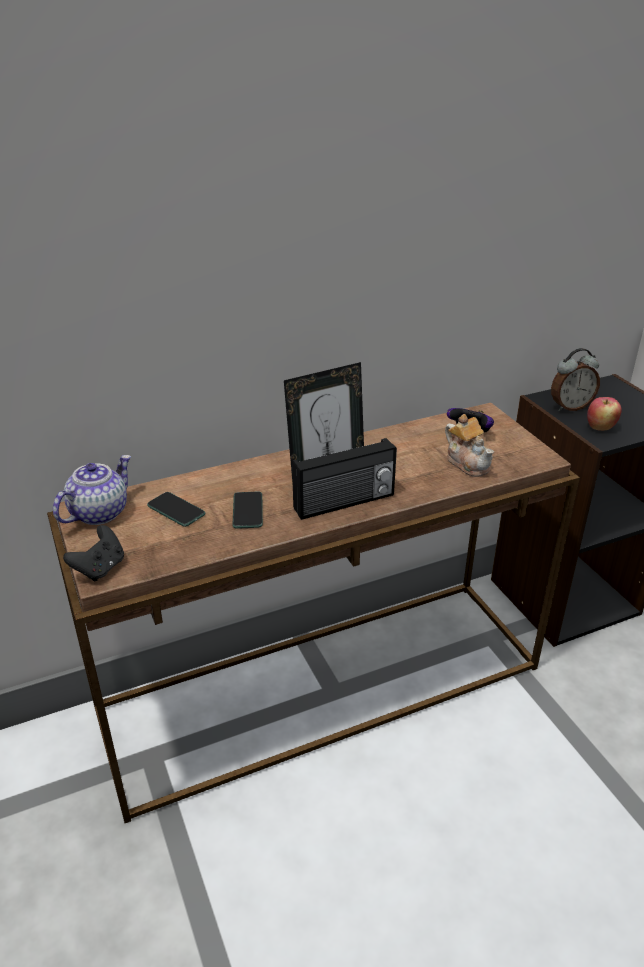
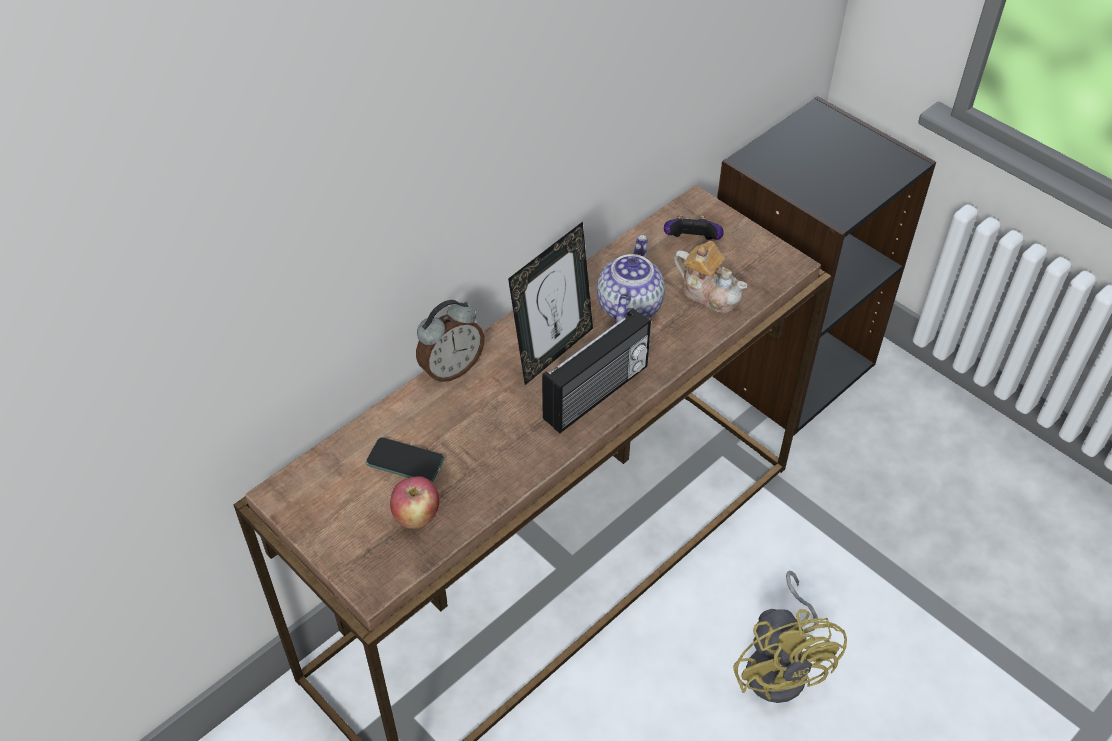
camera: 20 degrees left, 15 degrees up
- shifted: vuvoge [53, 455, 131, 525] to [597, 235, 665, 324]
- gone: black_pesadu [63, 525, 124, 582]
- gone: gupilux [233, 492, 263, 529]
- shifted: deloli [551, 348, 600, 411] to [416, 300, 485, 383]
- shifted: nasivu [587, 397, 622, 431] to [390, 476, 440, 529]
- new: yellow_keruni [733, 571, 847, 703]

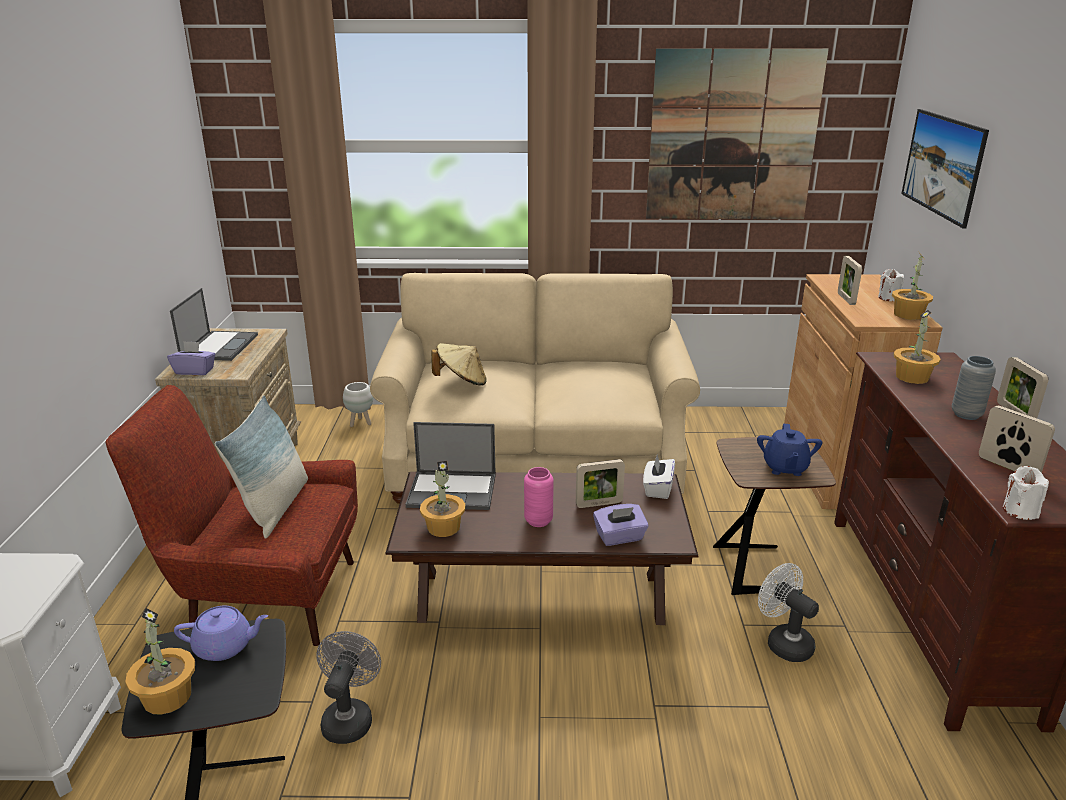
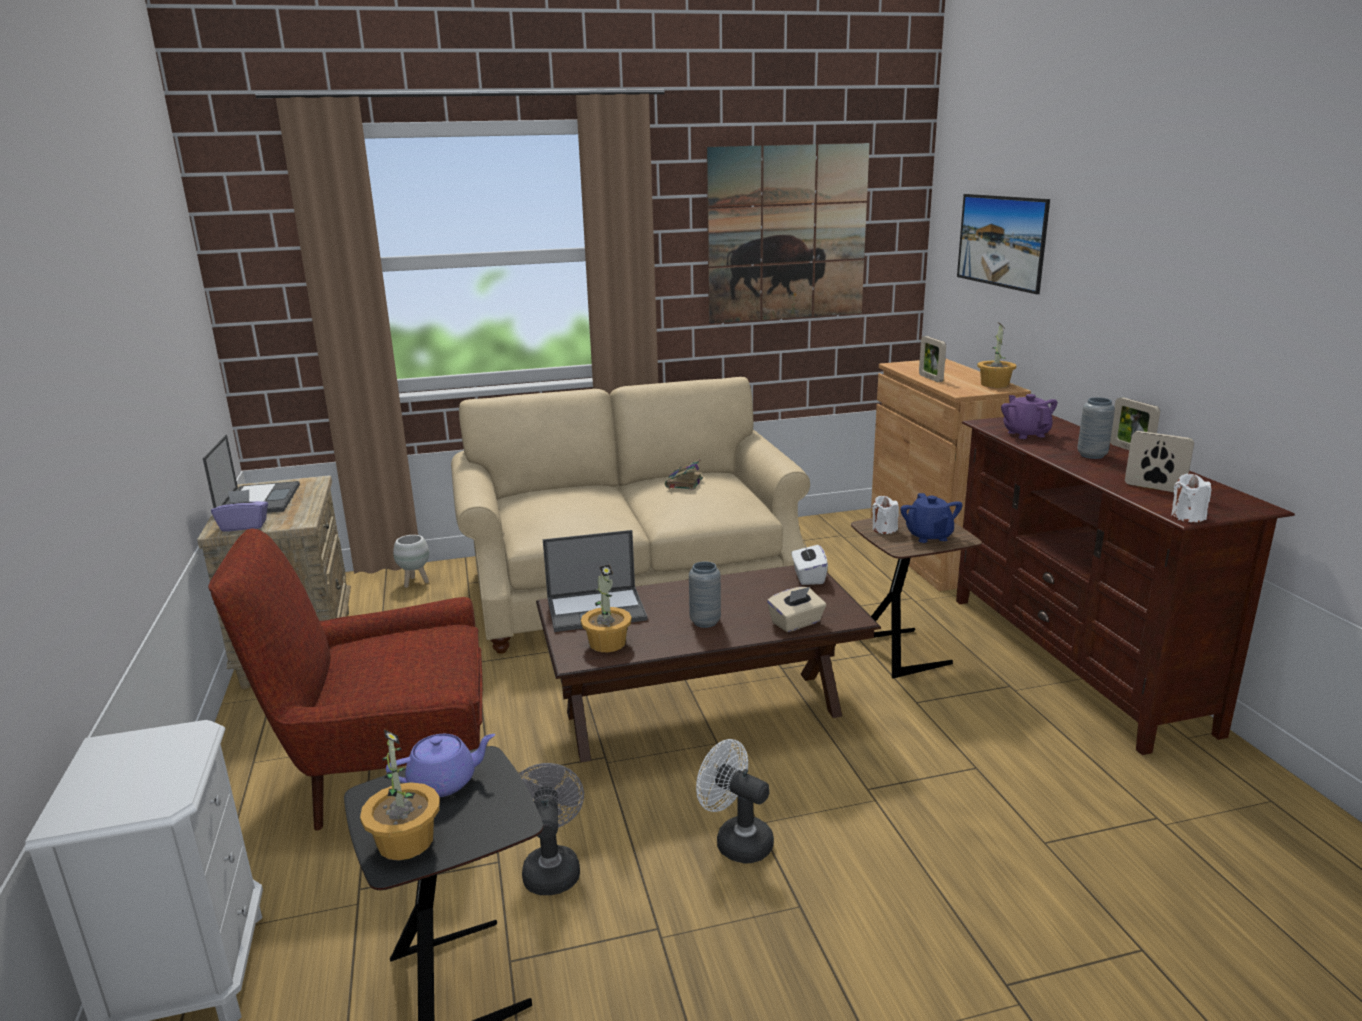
camera: 15 degrees left, 5 degrees down
- gone: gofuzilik [215, 396, 308, 539]
- gone: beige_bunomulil [431, 343, 487, 386]
- repainted: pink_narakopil [524, 467, 554, 527] to grey_narakopil [689, 561, 721, 628]
- gone: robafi [576, 459, 625, 508]
- repainted: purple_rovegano [593, 504, 649, 546] to beige_rovegano [767, 587, 826, 632]
- shifted: white_keruni [758, 563, 819, 662] to [696, 739, 774, 864]
- shifted: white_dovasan [878, 269, 904, 301] to [872, 496, 899, 534]
- swapped: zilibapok [893, 310, 941, 384] to purple_vuvoge [1001, 394, 1057, 439]
- new: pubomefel [665, 459, 703, 490]

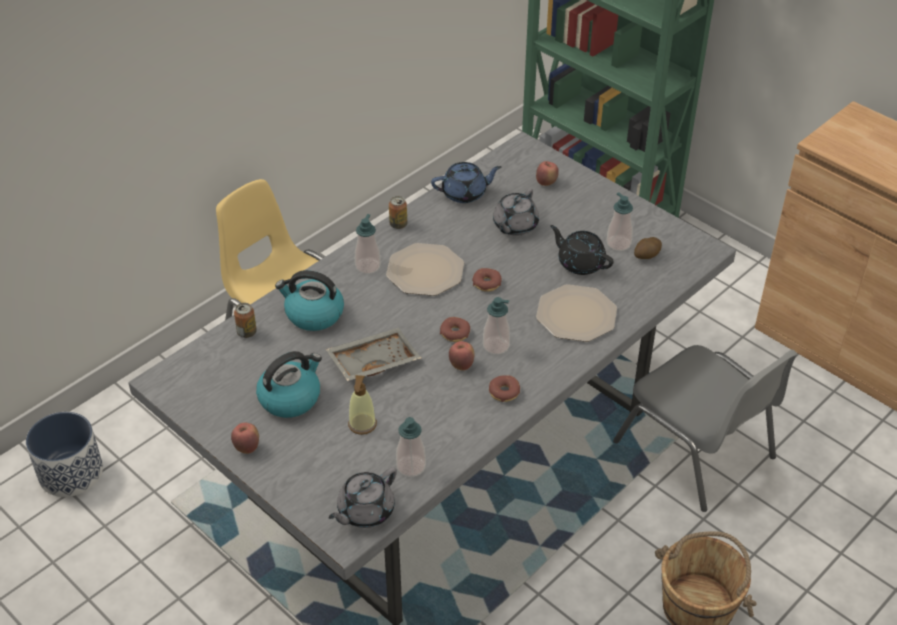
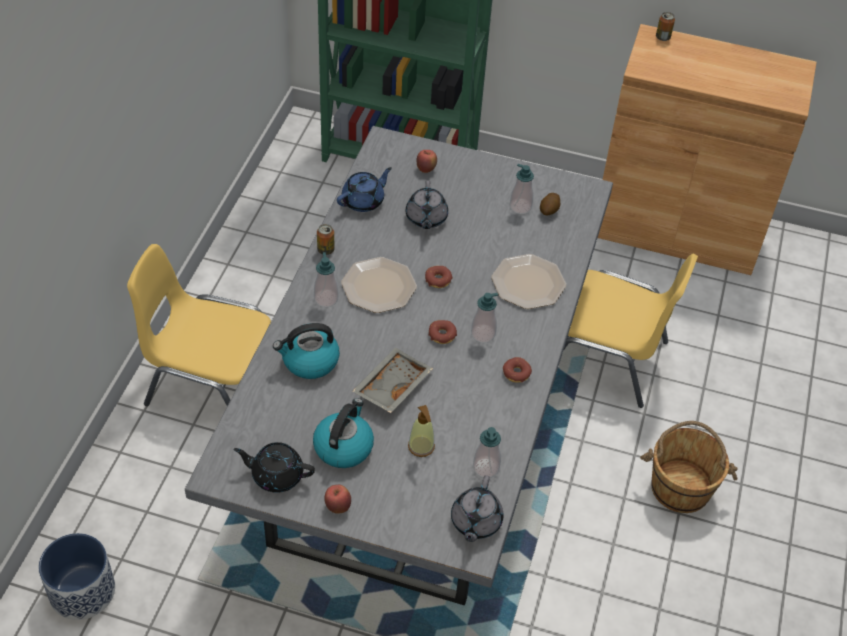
camera: 30 degrees left, 5 degrees up
- shifted: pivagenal [234, 303, 257, 338] to [656, 12, 675, 41]
- gone: nasivu [449, 341, 475, 370]
- shifted: black_vuvoge [550, 225, 614, 275] to [234, 442, 315, 493]
- repainted: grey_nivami [613, 345, 798, 512] to yellow_nivami [563, 254, 698, 408]

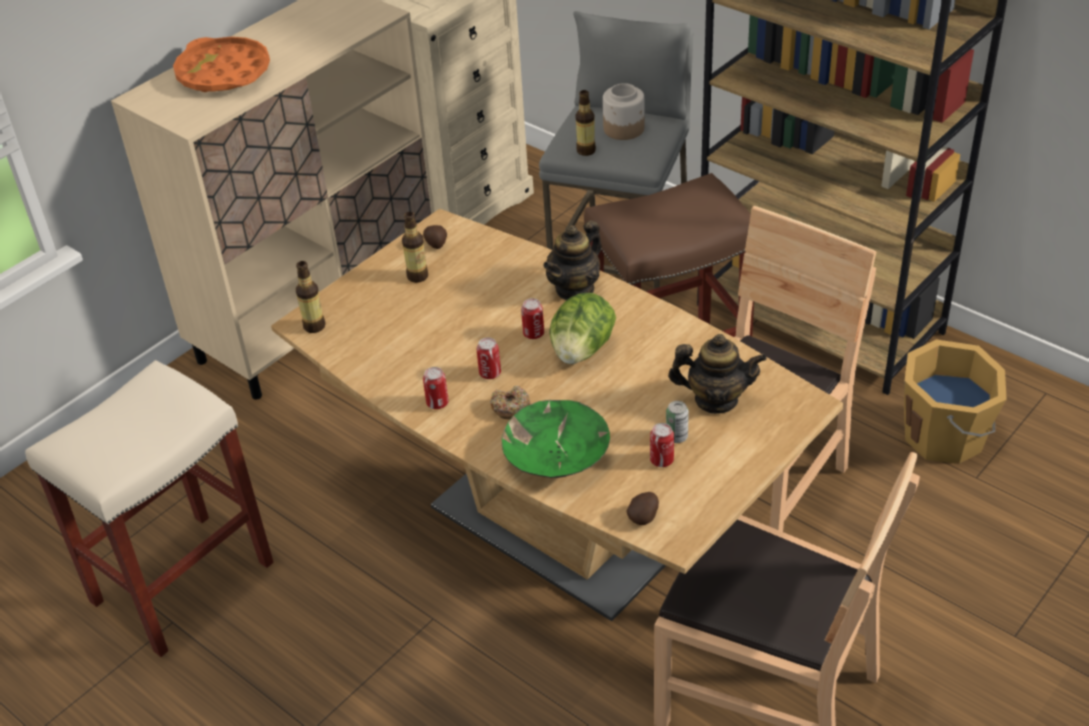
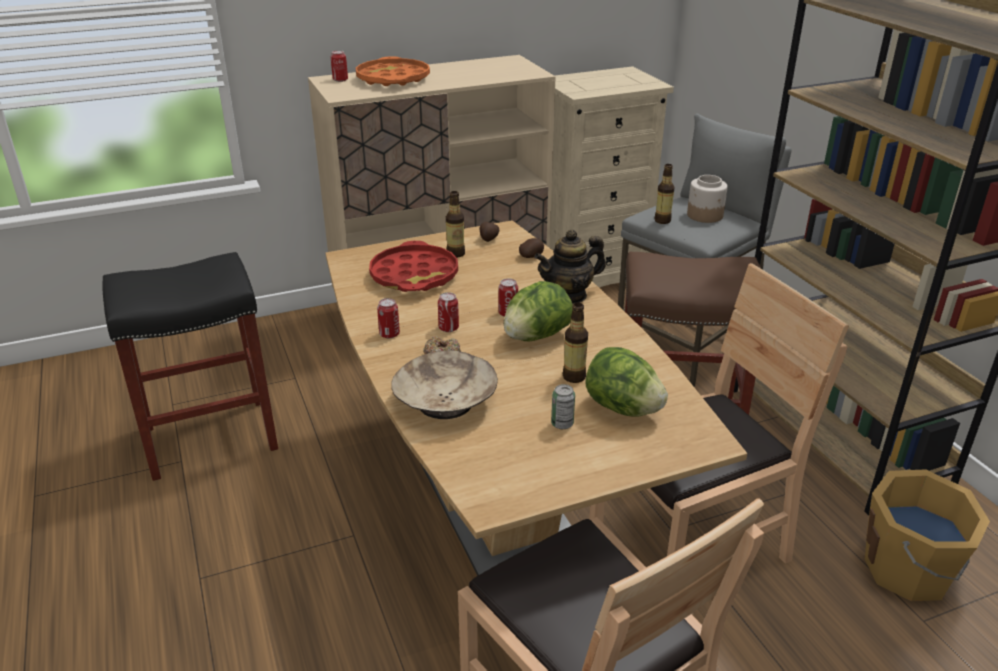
camera: 25 degrees right, 10 degrees down
- repainted: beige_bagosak [25, 360, 273, 657] to black_bagosak [102, 252, 278, 481]
- shifted: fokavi [296, 261, 325, 333] to [563, 303, 588, 383]
- repainted: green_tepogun [502, 400, 610, 478] to beige_tepogun [391, 350, 498, 419]
- shifted: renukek [626, 492, 659, 525] to [519, 238, 544, 258]
- shifted: pivagenal [650, 423, 674, 467] to [331, 50, 348, 82]
- swapped: vuvoge [668, 334, 767, 414] to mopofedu [585, 347, 668, 417]
- new: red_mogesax [369, 241, 458, 292]

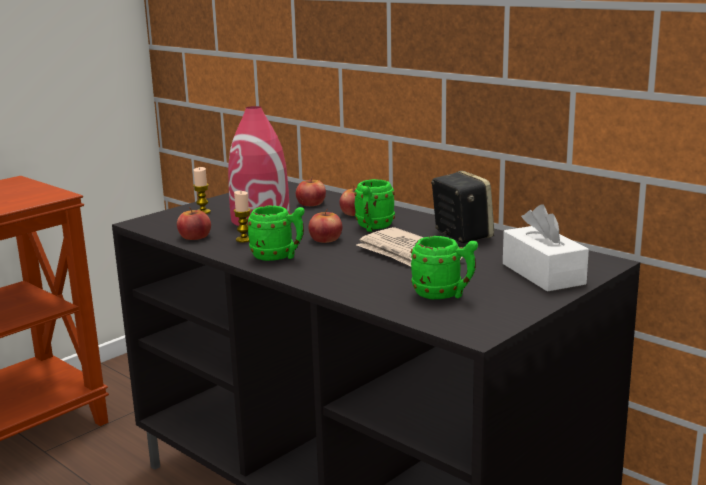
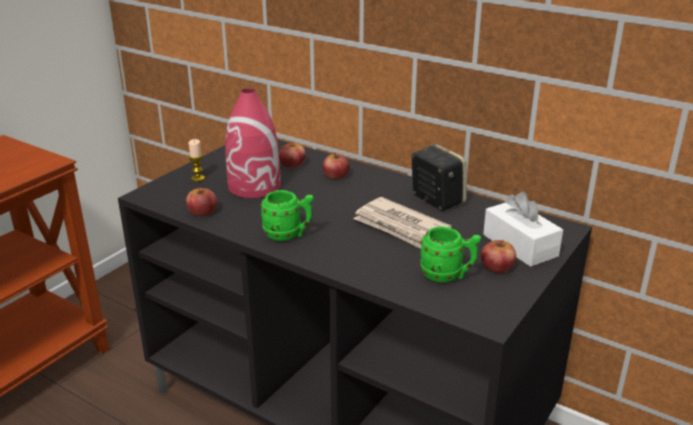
camera: 10 degrees left, 10 degrees up
- gone: dovasan [234, 191, 251, 243]
- shifted: nasivu [308, 209, 342, 243] to [481, 240, 516, 273]
- gone: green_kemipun [354, 179, 395, 232]

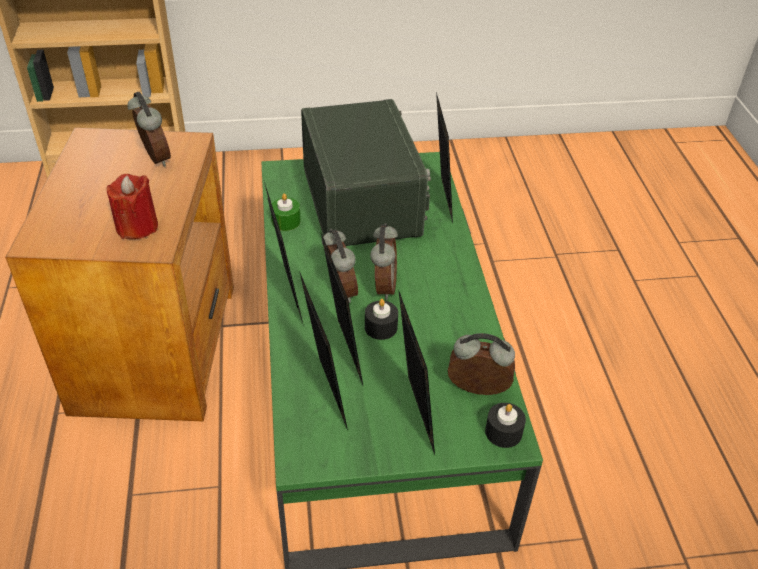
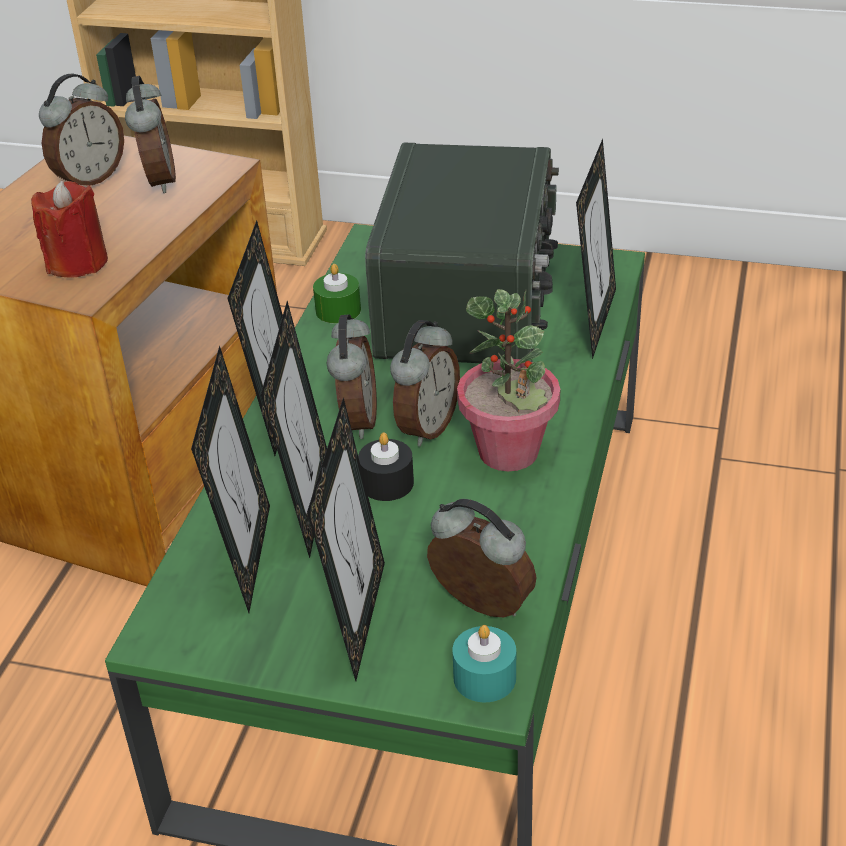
camera: 25 degrees right, 5 degrees down
- repainted: black_dovasan [485, 403, 526, 448] to turquoise_dovasan [452, 625, 516, 702]
- new: deloli [39, 74, 124, 186]
- new: zilibapok [457, 289, 560, 471]

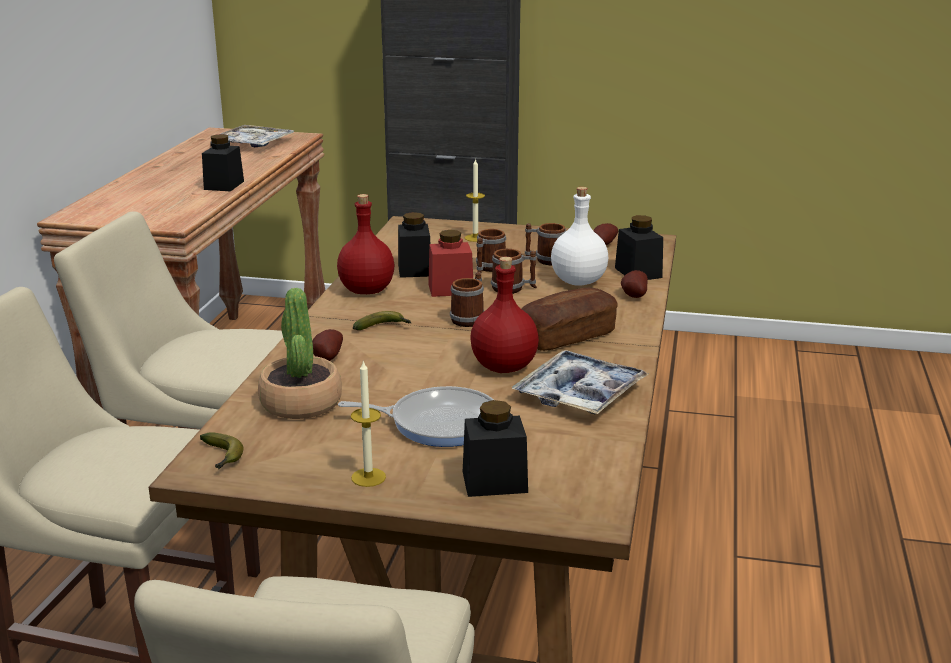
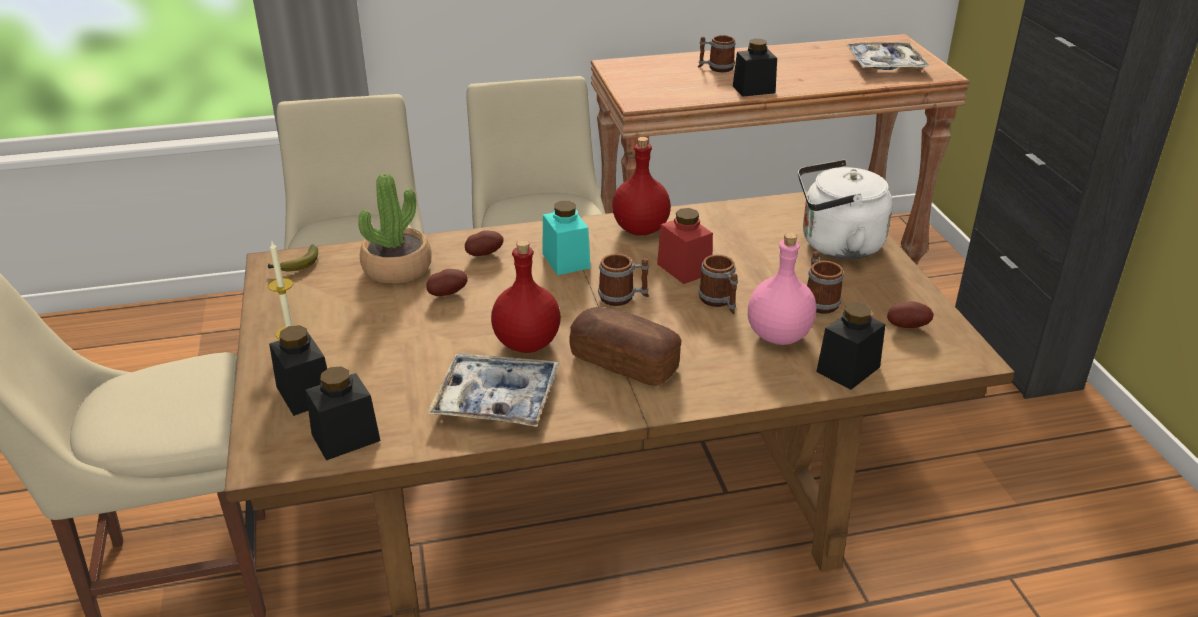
camera: 65 degrees right, 10 degrees up
- gone: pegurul [338, 386, 494, 447]
- swapped: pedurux [353, 311, 411, 330] to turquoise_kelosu [542, 201, 591, 275]
- shifted: black_kelosu [398, 212, 430, 278] to [306, 366, 381, 460]
- swapped: dovasan [465, 158, 485, 242] to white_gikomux [798, 159, 893, 259]
- shifted: kemipun [476, 229, 506, 273] to [698, 35, 736, 72]
- repainted: white_fokavi [551, 187, 608, 286] to pink_fokavi [748, 233, 816, 345]
- shifted: renukek [621, 270, 648, 298] to [426, 269, 468, 296]

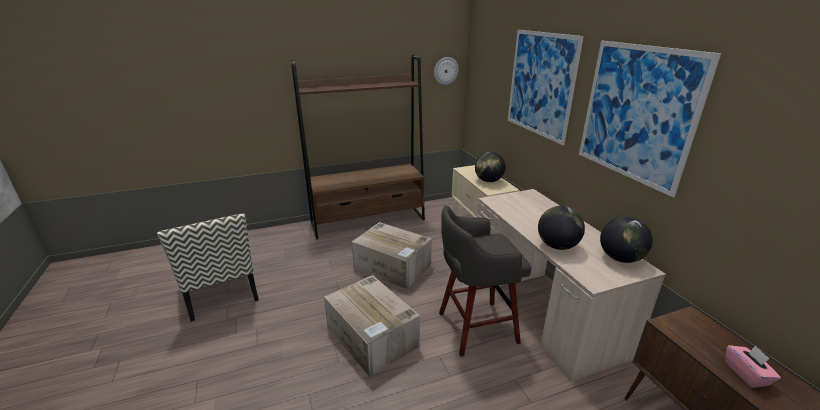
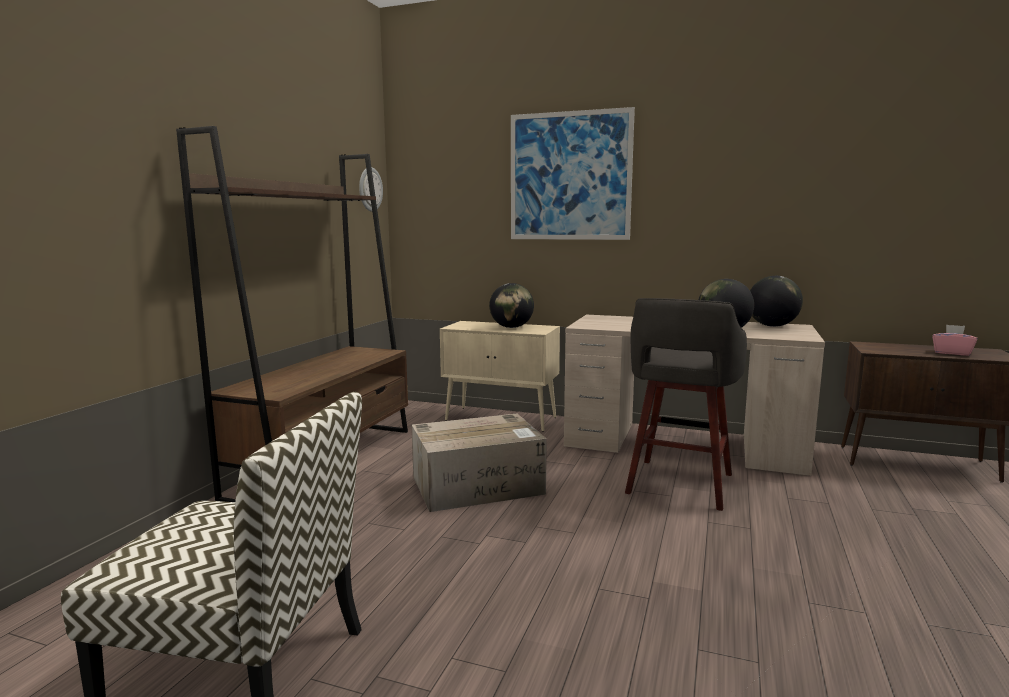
camera: 50 degrees left, 15 degrees down
- gone: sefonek [324, 275, 420, 377]
- gone: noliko [579, 41, 721, 197]

